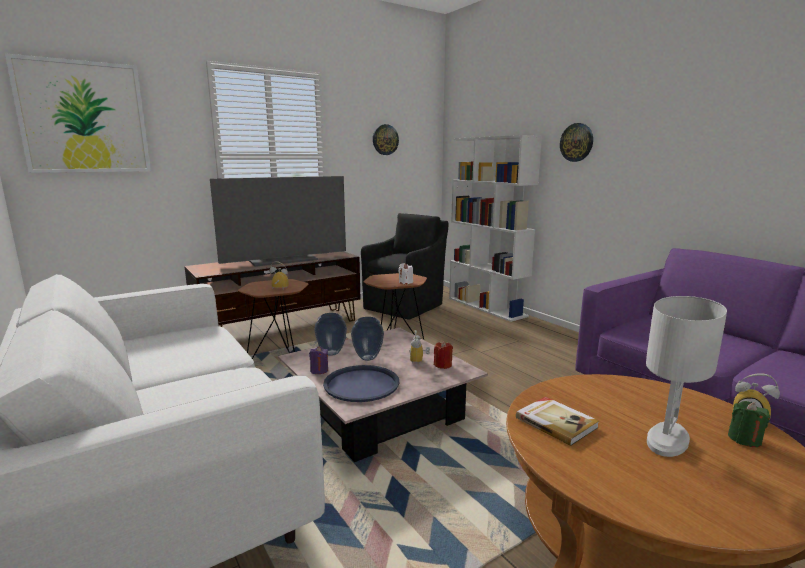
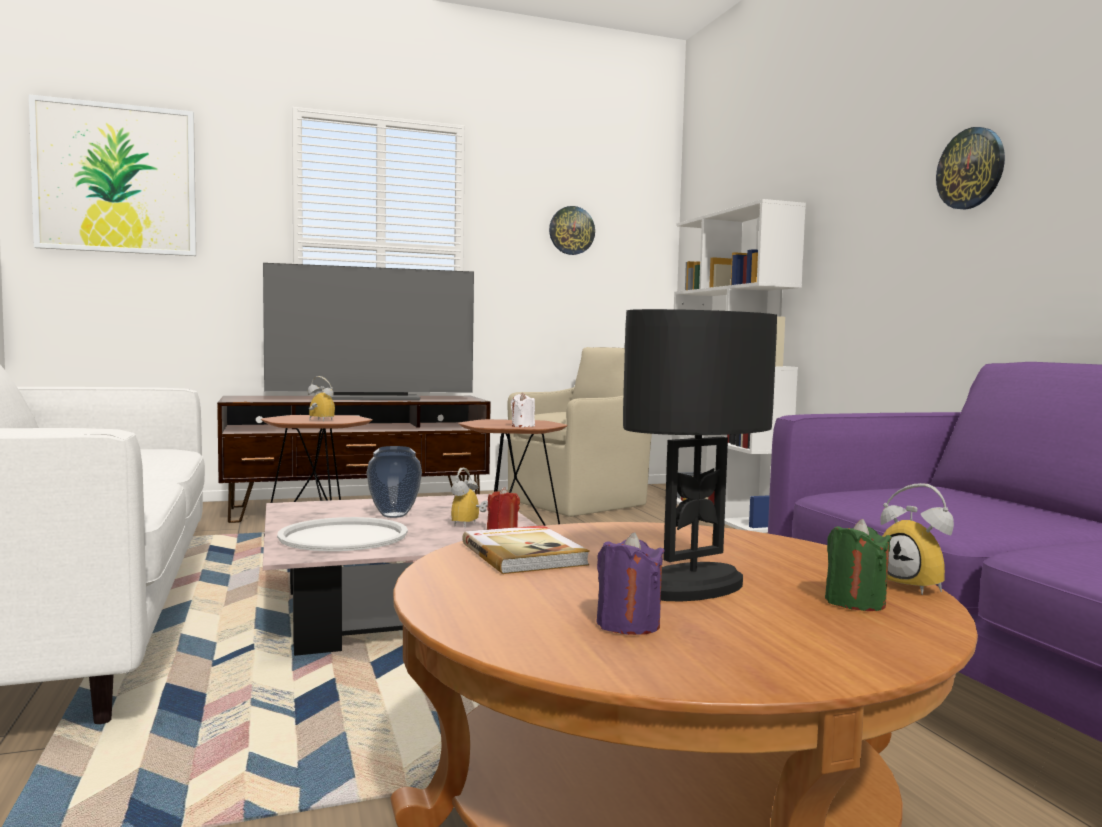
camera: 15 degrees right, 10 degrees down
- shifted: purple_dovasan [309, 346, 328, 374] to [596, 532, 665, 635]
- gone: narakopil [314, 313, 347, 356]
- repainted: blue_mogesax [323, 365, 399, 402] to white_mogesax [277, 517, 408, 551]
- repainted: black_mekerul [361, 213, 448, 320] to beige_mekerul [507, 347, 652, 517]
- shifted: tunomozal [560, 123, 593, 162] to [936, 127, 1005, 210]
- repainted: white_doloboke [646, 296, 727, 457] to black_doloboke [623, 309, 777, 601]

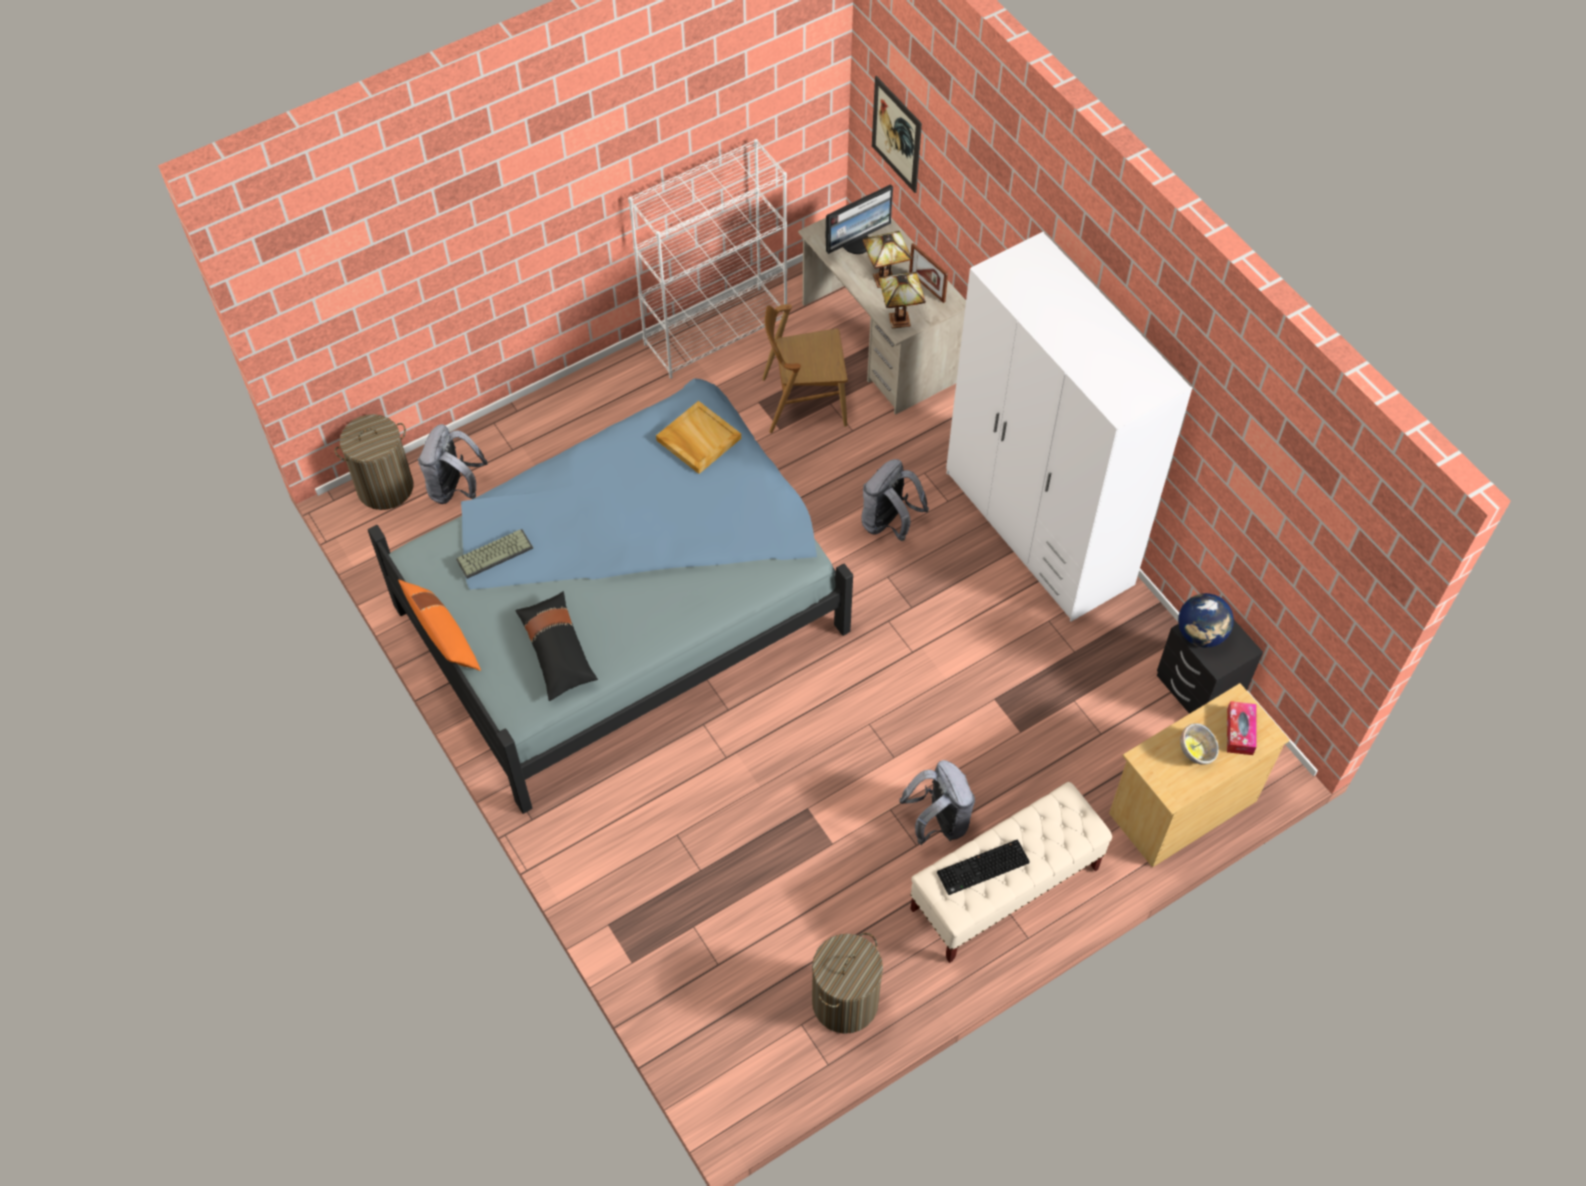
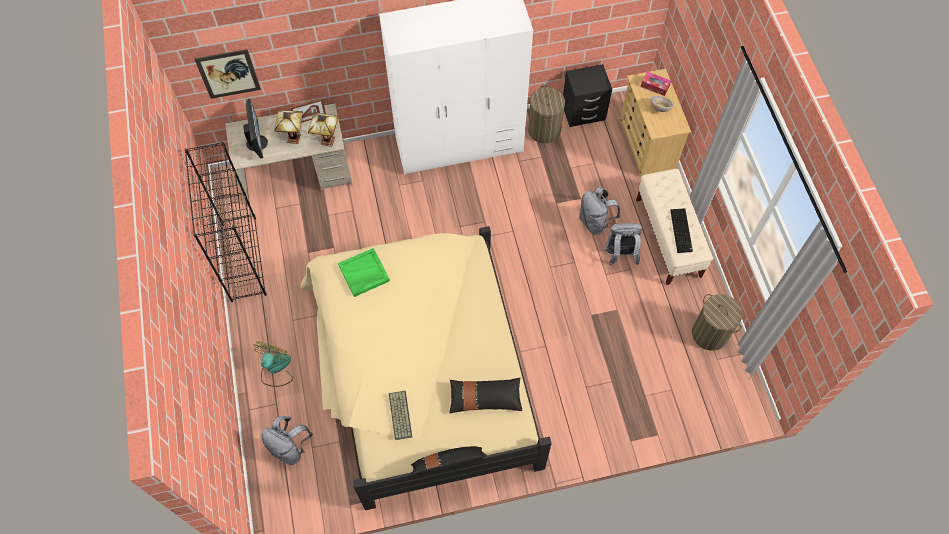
camera: 70 degrees left, 5 degrees up
- shifted: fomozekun [335, 414, 414, 510] to [528, 85, 565, 144]
- repainted: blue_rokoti [368, 378, 853, 814] to beige_rokoti [300, 226, 552, 510]
- repainted: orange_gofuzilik [398, 580, 481, 671] to black_gofuzilik [411, 446, 487, 475]
- repainted: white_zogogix [628, 139, 787, 379] to black_zogogix [185, 142, 267, 303]
- repainted: beige_mogesax [656, 401, 741, 474] to green_mogesax [338, 248, 390, 297]
- gone: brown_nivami [762, 304, 848, 433]
- shifted: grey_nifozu [861, 459, 929, 541] to [579, 187, 620, 235]
- gone: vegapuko [1178, 593, 1234, 648]
- new: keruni [253, 341, 293, 387]

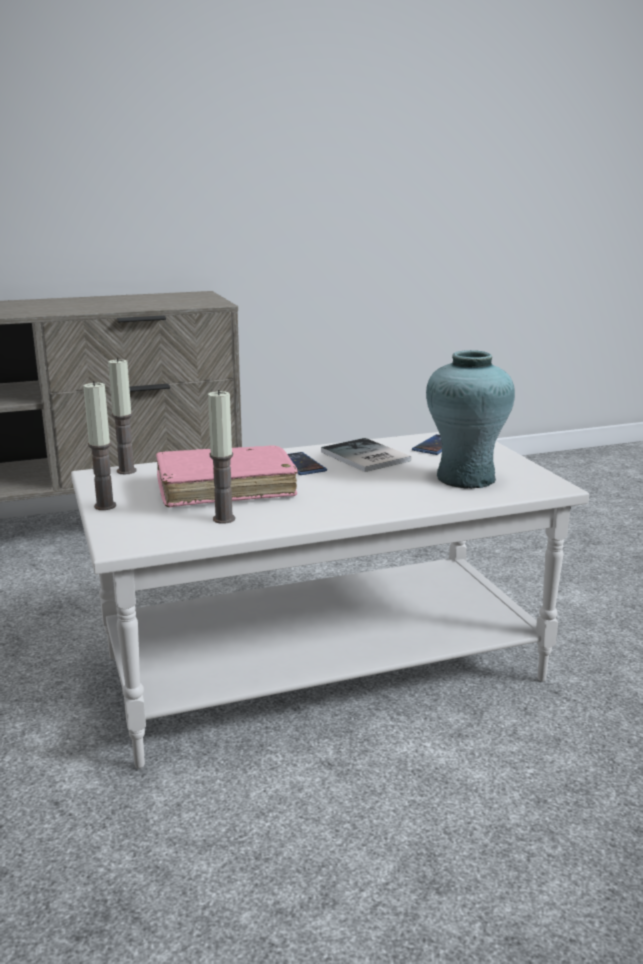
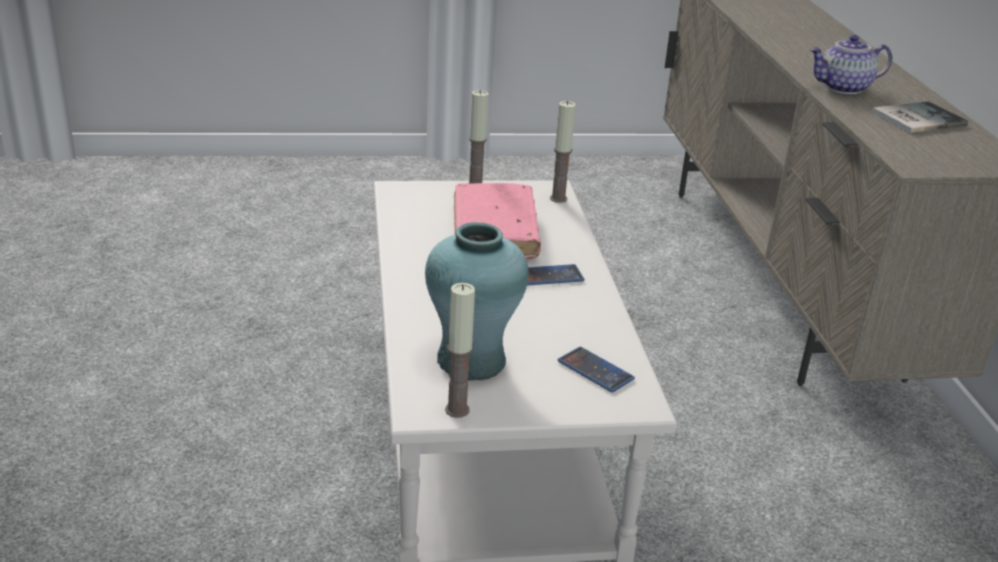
camera: 100 degrees right, 10 degrees up
- shifted: dovasan [208, 390, 235, 524] to [445, 283, 475, 418]
- shifted: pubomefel [321, 438, 411, 472] to [872, 101, 968, 133]
- new: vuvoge [809, 35, 892, 94]

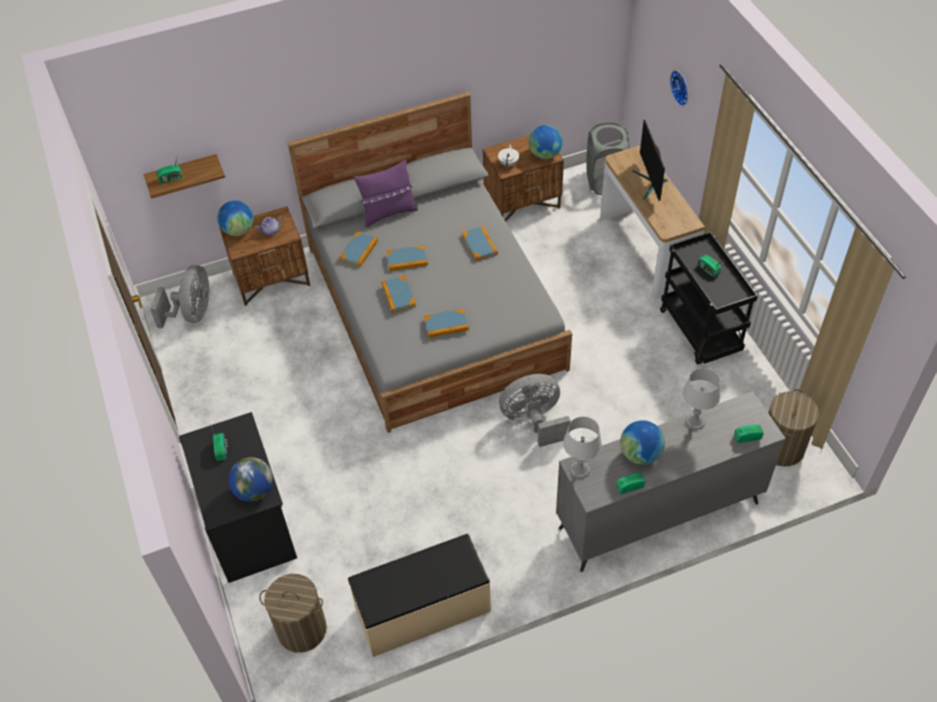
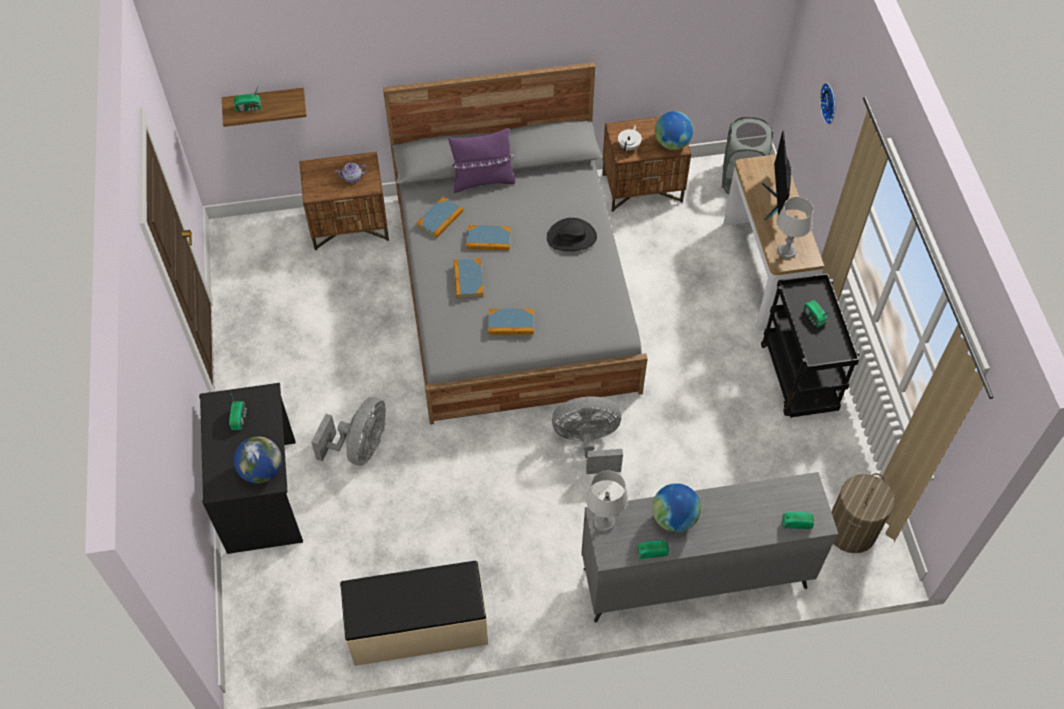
camera: 10 degrees right, 5 degrees up
- shifted: grey_keruni [150, 265, 210, 328] to [311, 397, 386, 466]
- gone: vegapuko [218, 201, 254, 236]
- gone: fomozekun [259, 574, 327, 653]
- swapped: pubomefel [462, 226, 498, 261] to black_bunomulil [547, 218, 597, 251]
- shifted: grey_doloboke [682, 368, 720, 430] to [777, 197, 814, 259]

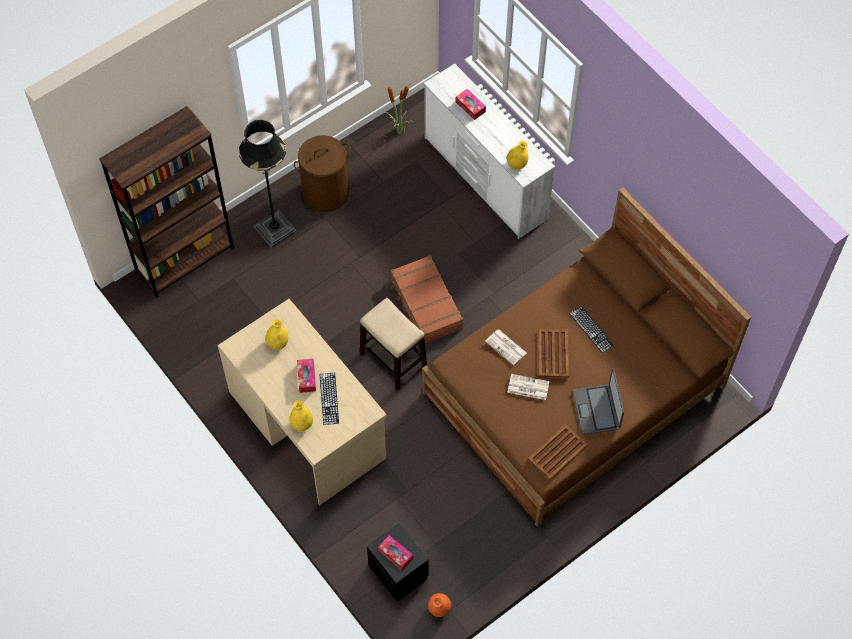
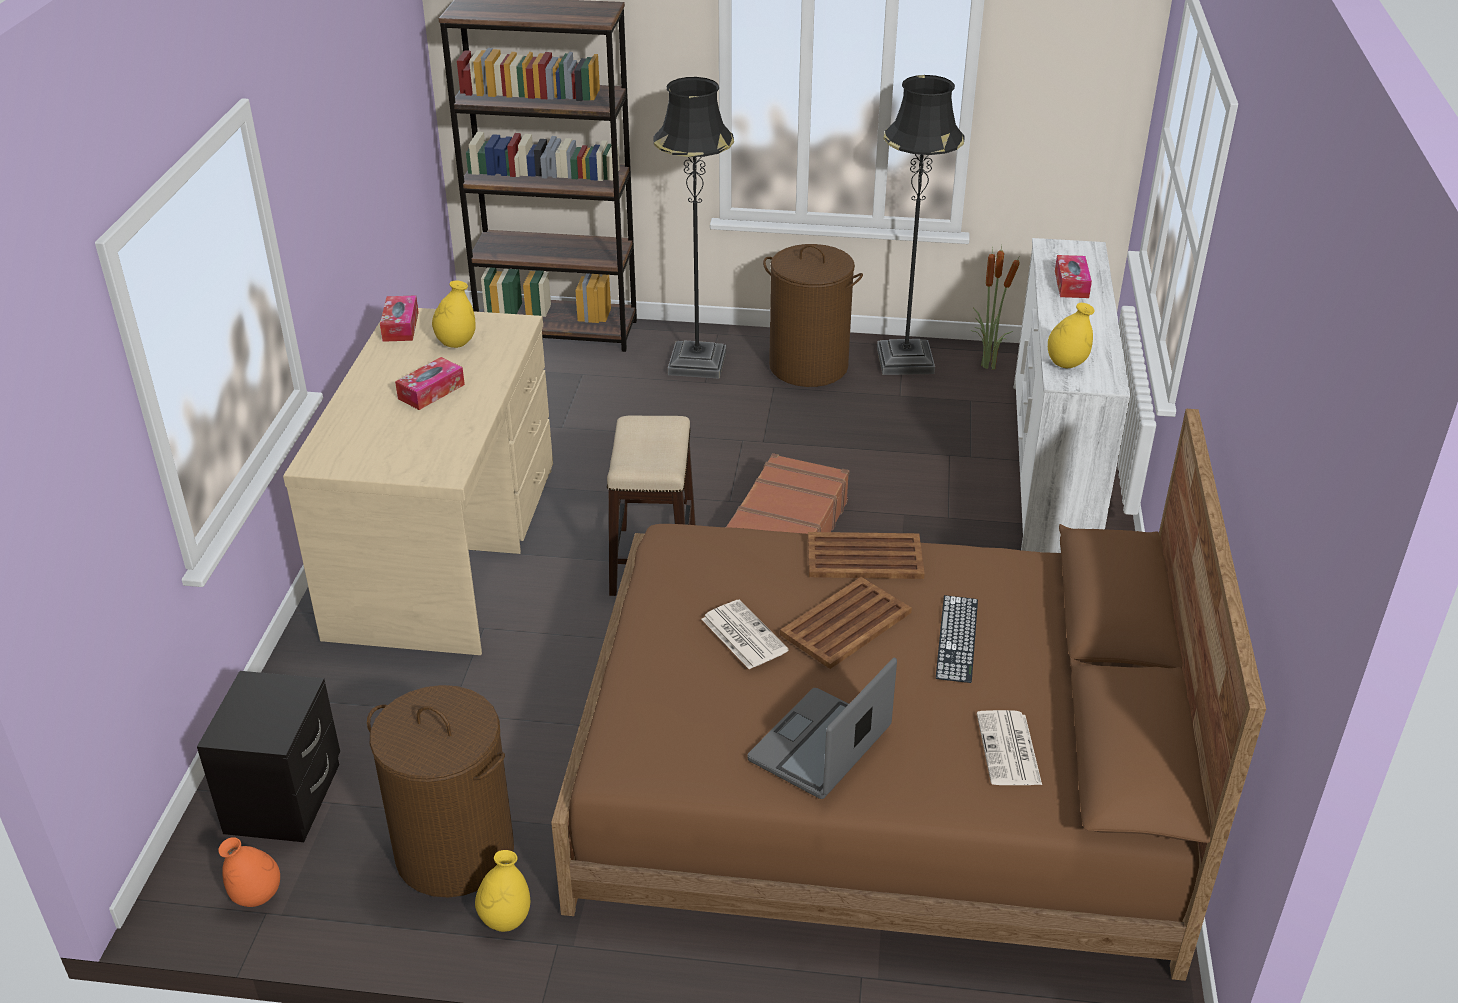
camera: 45 degrees right, 25 degrees down
- shifted: yellow_narakopil [289, 401, 313, 431] to [475, 850, 530, 932]
- gone: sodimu [319, 373, 339, 425]
- shifted: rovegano [378, 535, 413, 570] to [380, 295, 419, 342]
- shifted: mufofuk [485, 329, 526, 365] to [977, 710, 1042, 785]
- shifted: brown_mogesax [528, 424, 588, 480] to [808, 532, 925, 579]
- new: brown_fomozekun [367, 685, 514, 898]
- new: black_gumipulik [877, 75, 965, 375]

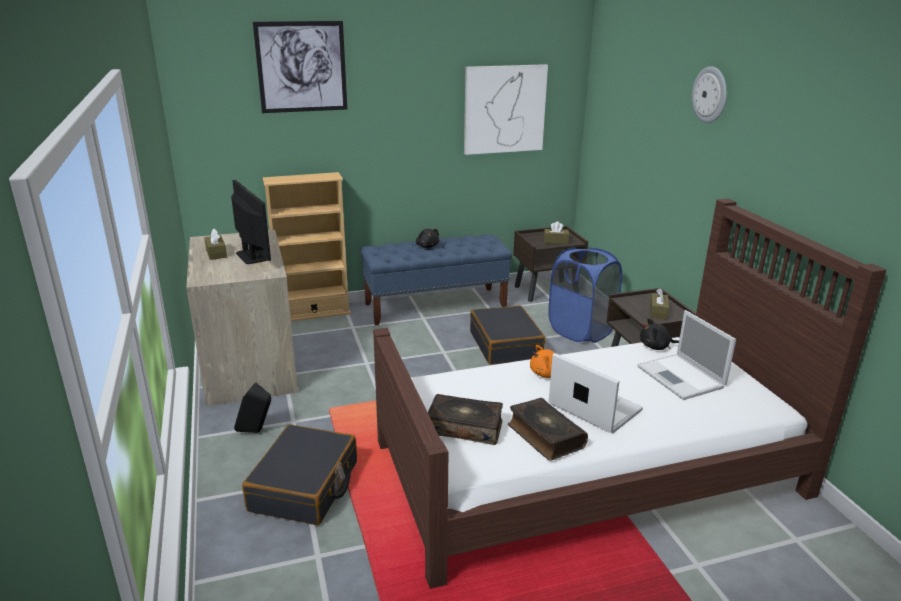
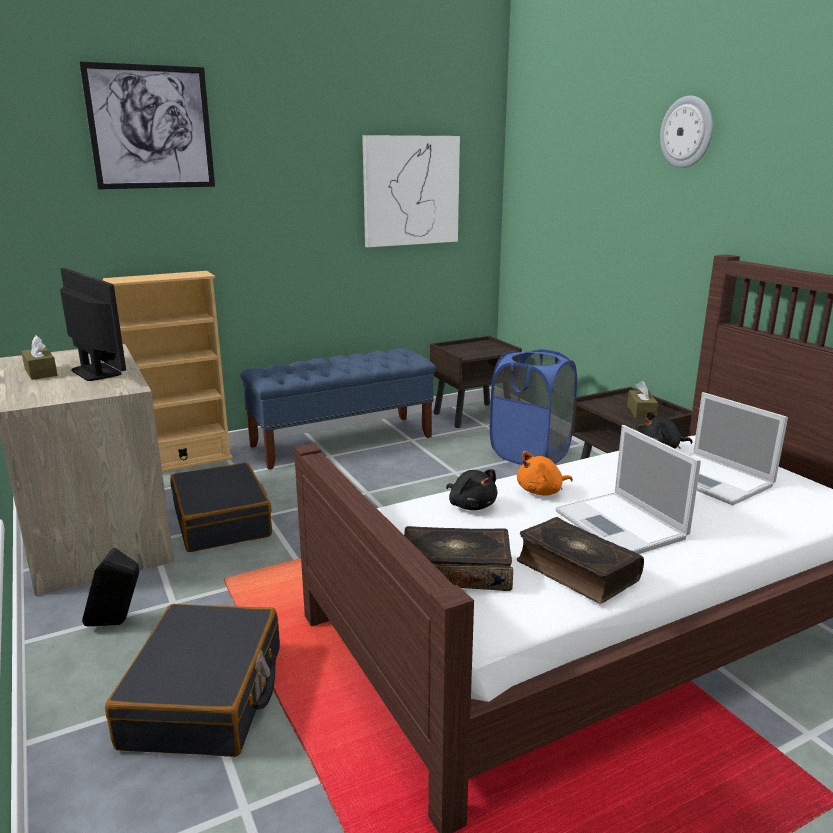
camera: 10 degrees left, 5 degrees down
- shifted: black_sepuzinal [416, 229, 439, 248] to [446, 469, 498, 510]
- shifted: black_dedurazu [470, 305, 545, 365] to [170, 462, 272, 552]
- gone: brown_rovegano [544, 221, 569, 244]
- rotated: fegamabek [549, 353, 643, 434] = [555, 425, 701, 554] 150 degrees counterclockwise

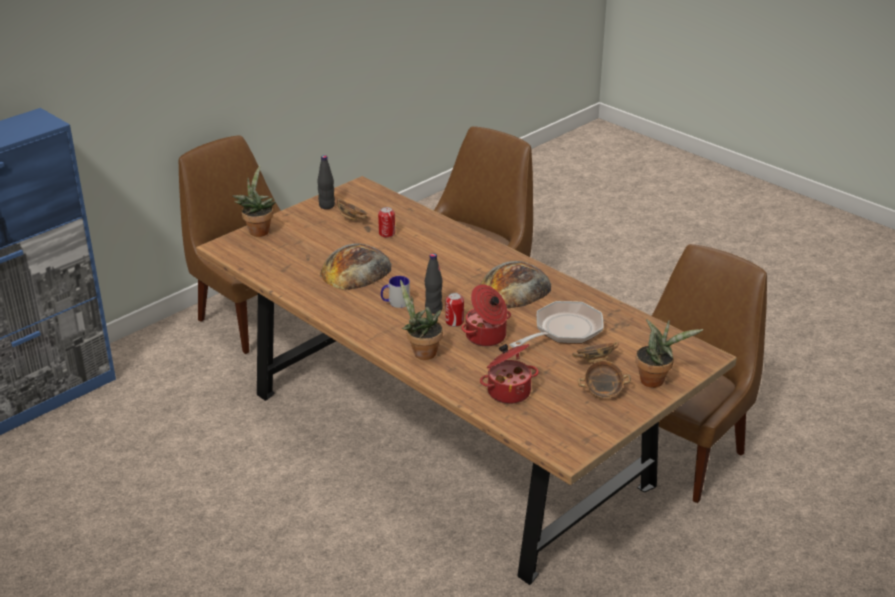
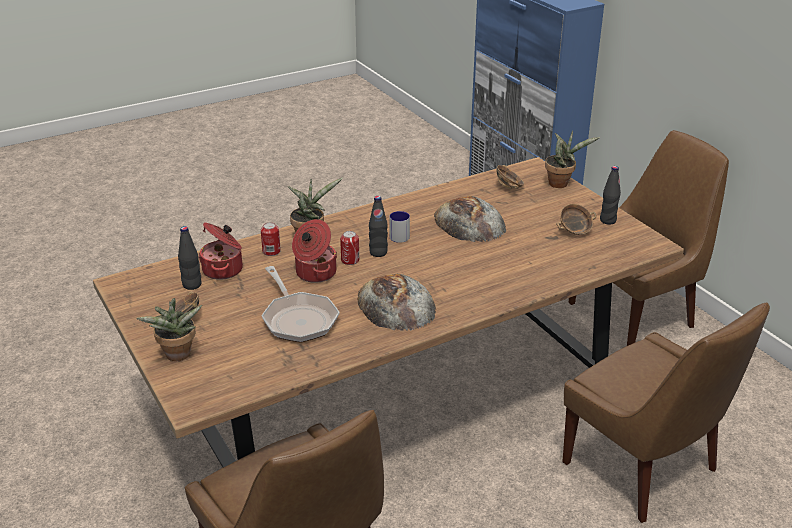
camera: 105 degrees right, 0 degrees up
- shifted: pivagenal [378, 207, 395, 238] to [261, 222, 281, 256]
- shifted: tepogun [572, 342, 619, 362] to [496, 165, 524, 189]
- new: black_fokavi [178, 226, 201, 290]

